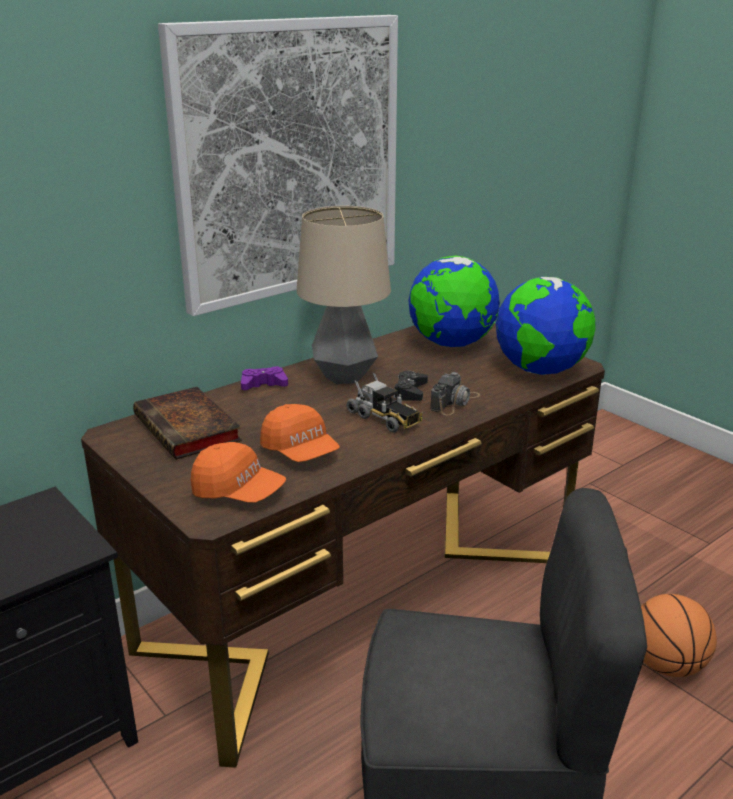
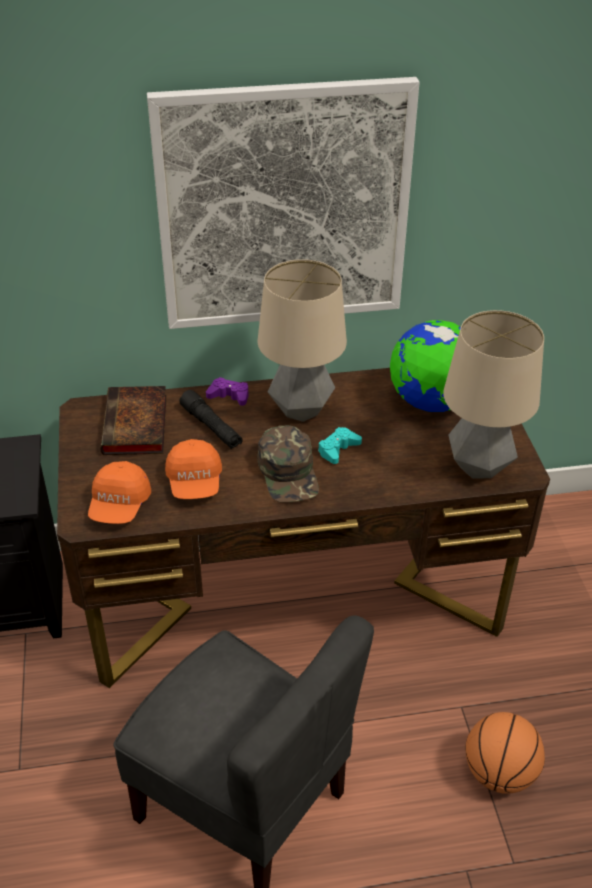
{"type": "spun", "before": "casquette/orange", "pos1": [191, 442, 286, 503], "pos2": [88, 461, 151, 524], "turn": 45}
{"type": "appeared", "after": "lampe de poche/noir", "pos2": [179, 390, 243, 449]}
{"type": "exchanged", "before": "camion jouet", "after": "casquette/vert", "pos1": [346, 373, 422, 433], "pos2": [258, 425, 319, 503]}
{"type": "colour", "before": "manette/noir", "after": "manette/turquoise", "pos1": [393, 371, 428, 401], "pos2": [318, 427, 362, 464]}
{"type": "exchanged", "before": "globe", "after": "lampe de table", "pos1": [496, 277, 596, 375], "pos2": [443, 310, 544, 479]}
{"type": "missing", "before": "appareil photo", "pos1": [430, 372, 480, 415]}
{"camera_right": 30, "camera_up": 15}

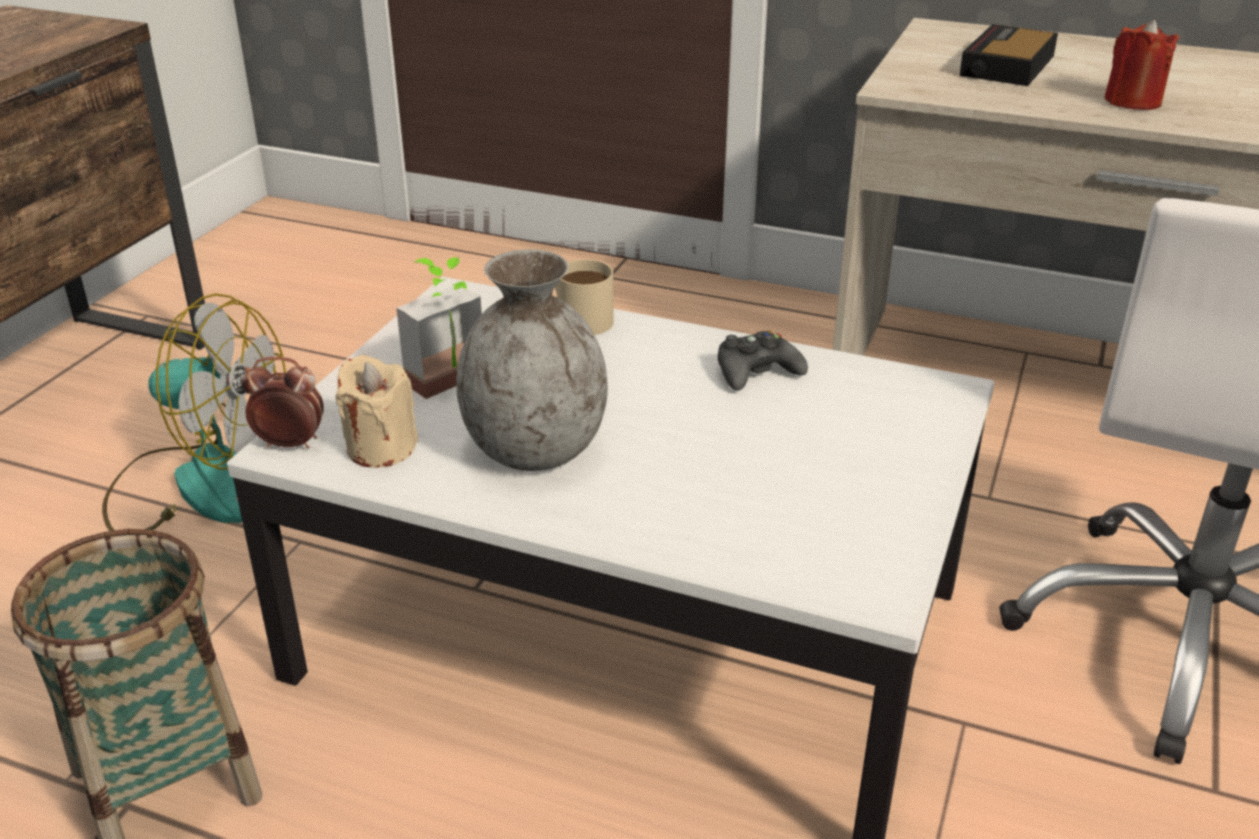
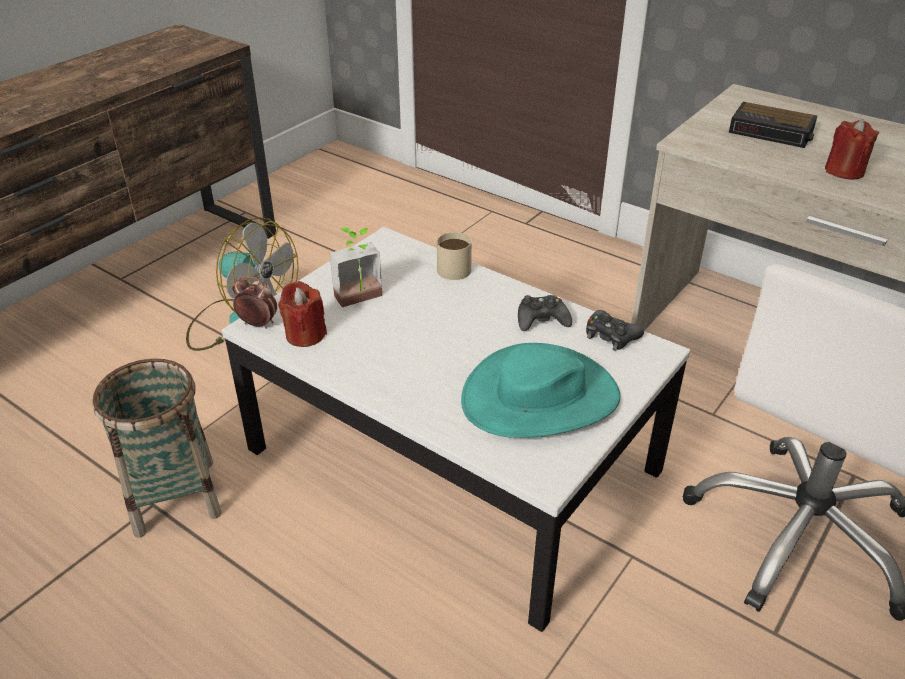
{"type": "colour", "before": "bougie/beige", "after": "bougie/rouge", "pos1": [336, 355, 418, 467], "pos2": [278, 281, 327, 347]}
{"type": "appeared", "after": "chapeau/turquoise", "pos2": [461, 343, 621, 438]}
{"type": "appeared", "after": "manette/noir", "pos2": [586, 310, 644, 350]}
{"type": "spun", "before": "réveil", "pos1": [959, 24, 1058, 86], "pos2": [729, 102, 817, 148], "turn": -105}
{"type": "missing", "before": "vase/gris", "pos1": [456, 249, 608, 471]}
{"camera_right": 15, "camera_up": 5}

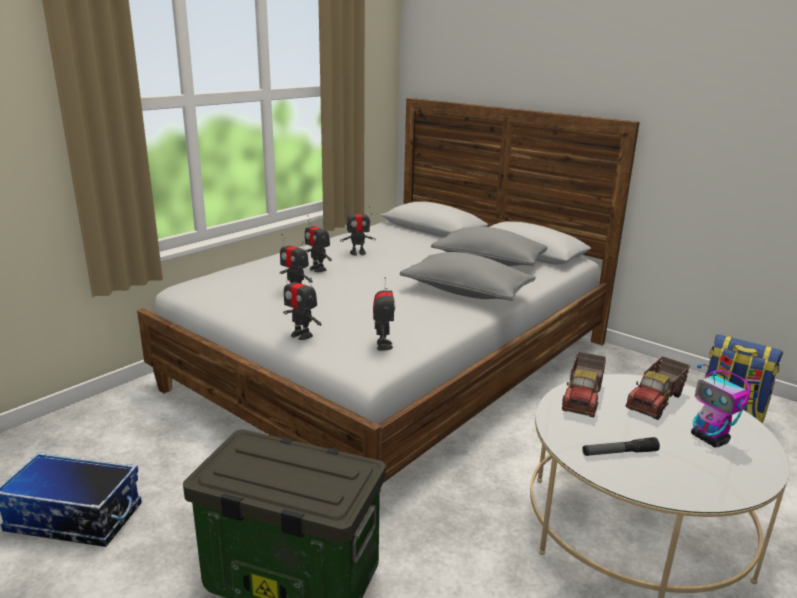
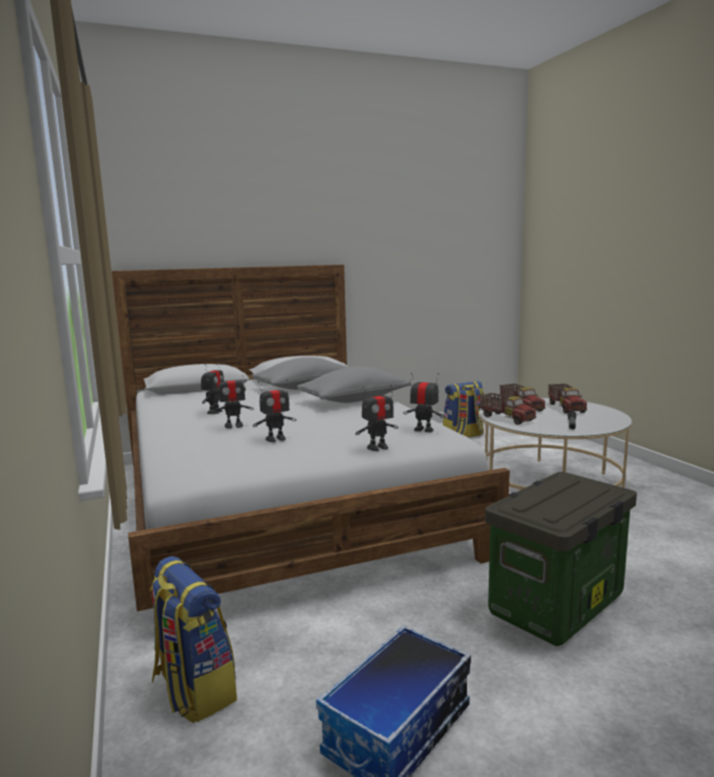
{"type": "appeared", "after": "sac à dos", "pos2": [150, 556, 237, 723]}
{"type": "exchanged", "before": "robot jouet", "after": "camion jouet", "pos1": [691, 364, 751, 448], "pos2": [548, 384, 587, 414]}
{"camera_right": -60, "camera_up": -10}

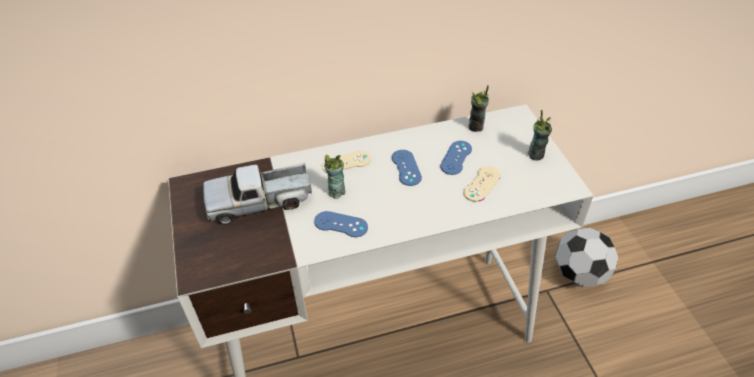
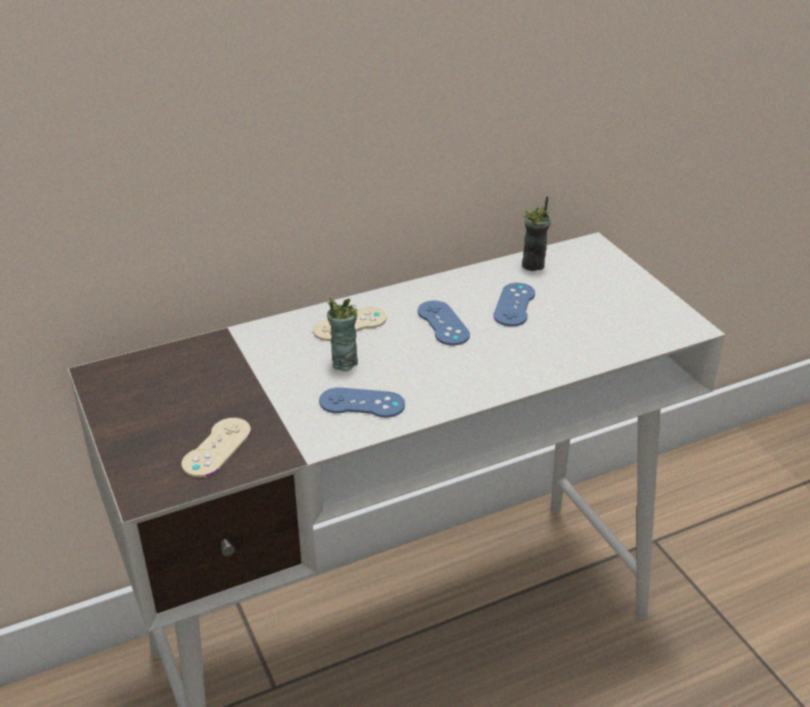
{"type": "relocated", "before": "manette/beige", "pos1": [463, 166, 501, 202], "pos2": [181, 418, 251, 477]}
{"type": "missing", "before": "camion jouet", "pos1": [203, 163, 312, 225]}
{"type": "missing", "before": "tasse", "pos1": [528, 110, 552, 161]}
{"type": "missing", "before": "ballon de foot", "pos1": [555, 227, 618, 287]}
{"camera_right": -10, "camera_up": -10}

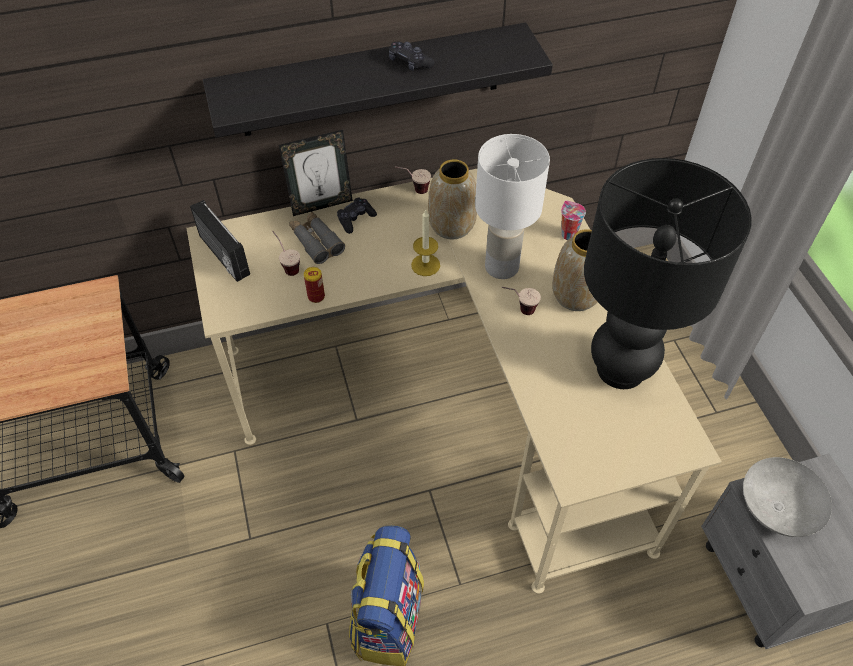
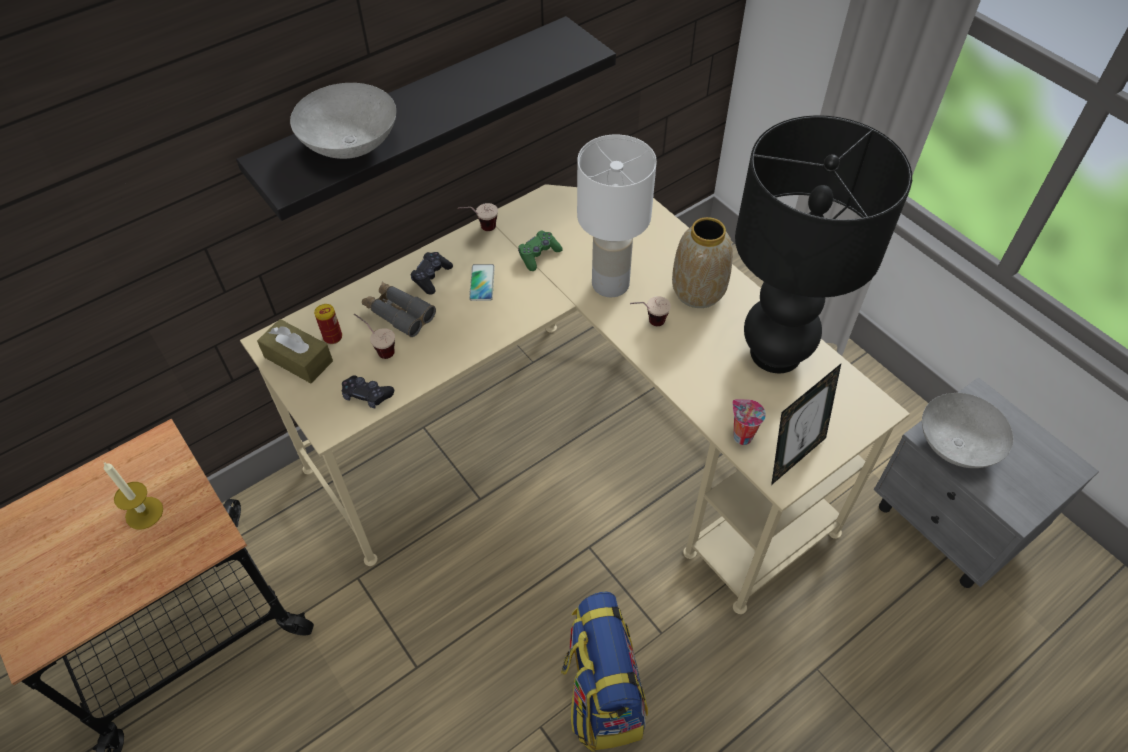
{"type": "relocated", "before": "bougie", "pos1": [411, 210, 440, 276], "pos2": [104, 462, 163, 530]}
{"type": "exchanged", "before": "radio", "after": "boîte à mouchoirs/marron", "pos1": [190, 200, 250, 282], "pos2": [257, 319, 333, 383]}
{"type": "appeared", "after": "bol/gris", "pos2": [290, 83, 396, 159]}
{"type": "relocated", "before": "boîte métallique", "pos1": [304, 267, 325, 303], "pos2": [314, 304, 342, 344]}
{"type": "relocated", "before": "manette/noir", "pos1": [389, 42, 434, 71], "pos2": [342, 375, 394, 408]}
{"type": "appeared", "after": "téléphone", "pos2": [469, 264, 495, 301]}
{"type": "exchanged", "before": "vase", "after": "manette/vert", "pos1": [428, 159, 477, 239], "pos2": [518, 231, 563, 271]}
{"type": "relocated", "before": "tasse", "pos1": [561, 201, 586, 240], "pos2": [732, 399, 766, 445]}
{"type": "relocated", "before": "cadre photo", "pos1": [279, 130, 353, 216], "pos2": [771, 364, 841, 485]}
{"camera_right": -20, "camera_up": 0}

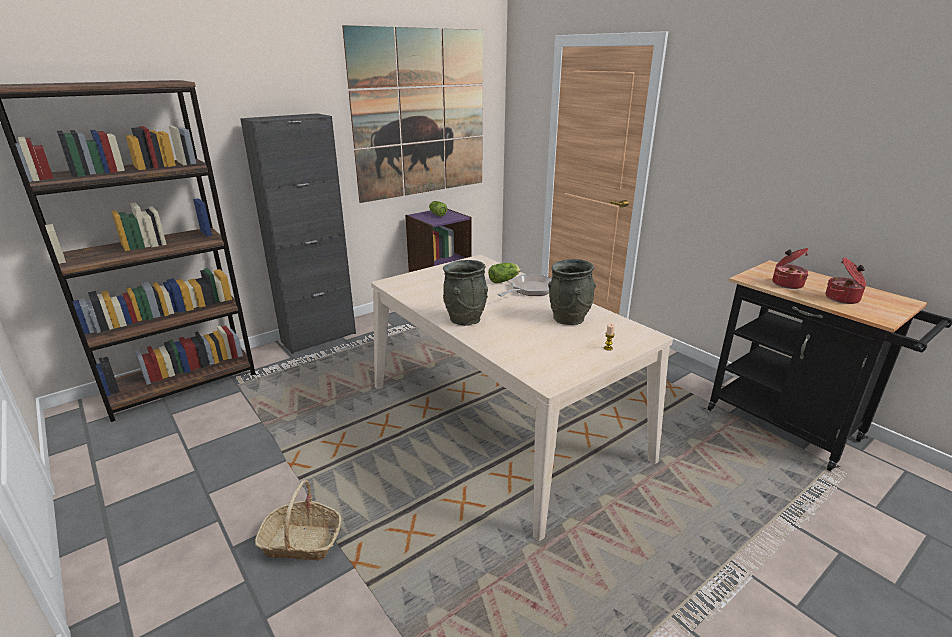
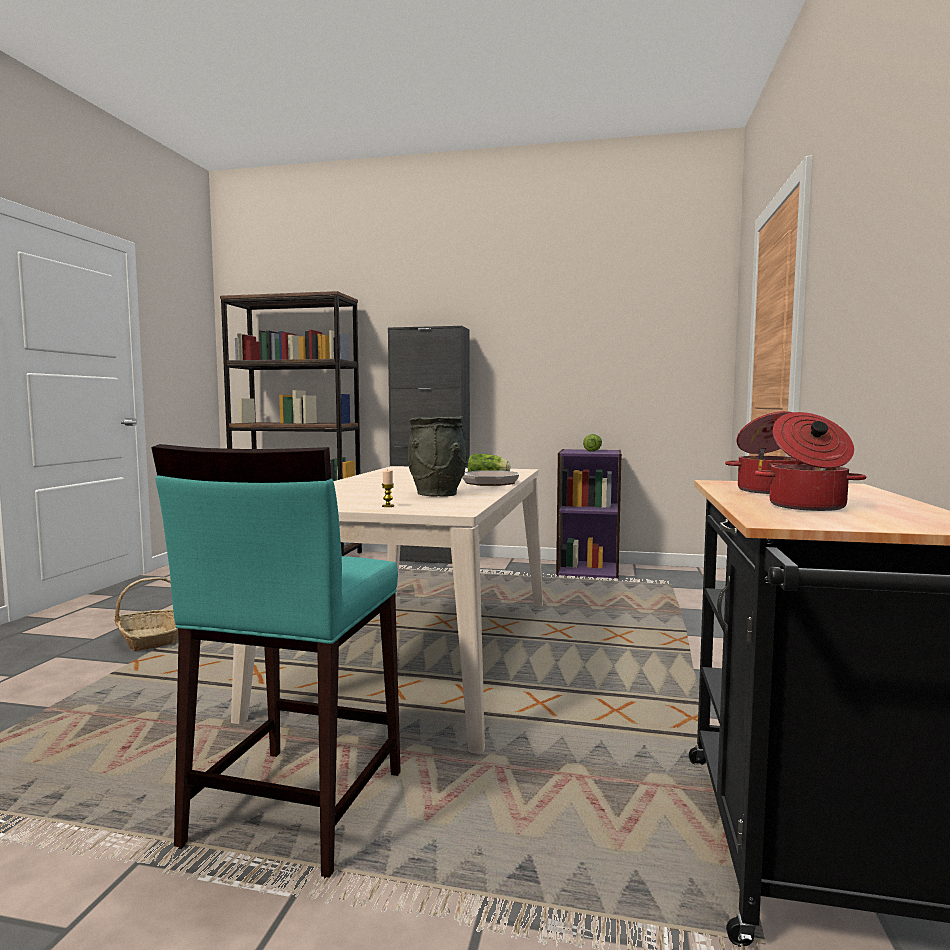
{"type": "appeared", "after": "tabouret/turquoise", "pos2": [151, 444, 401, 879]}
{"type": "missing", "before": "tableau", "pos1": [342, 25, 483, 203]}
{"type": "missing", "before": "vase/gris", "pos1": [443, 260, 488, 326]}
{"camera_right": 50, "camera_up": -20}

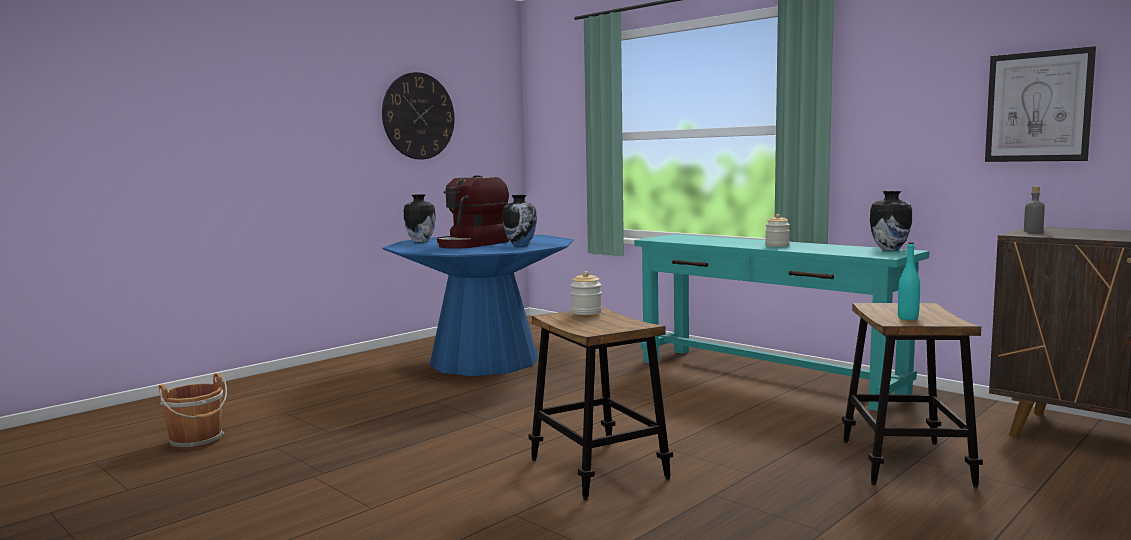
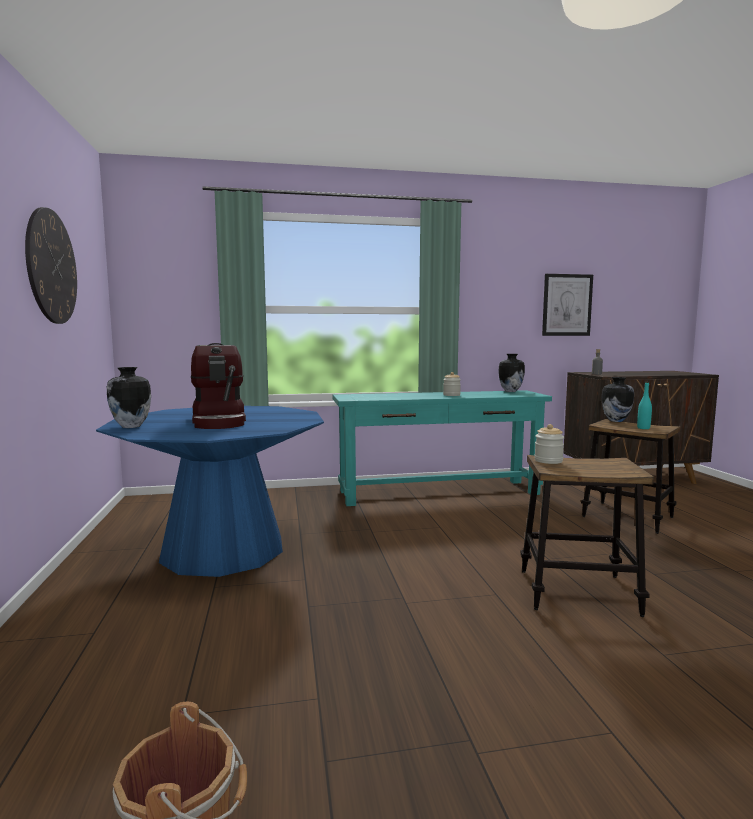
{"type": "relocated", "before": "vase", "pos1": [503, 195, 537, 246], "pos2": [601, 377, 634, 422]}
{"camera_right": -55, "camera_up": 0}

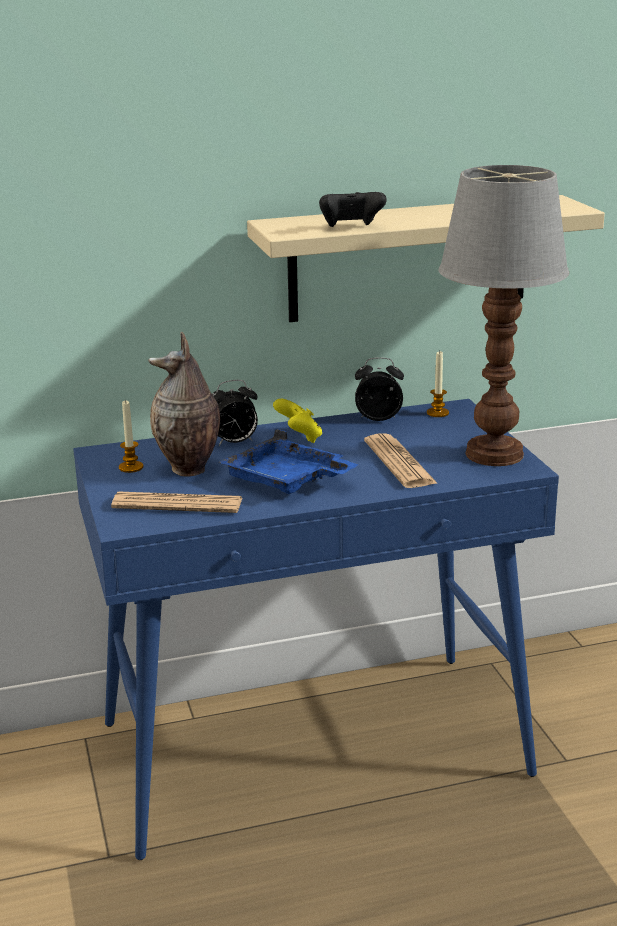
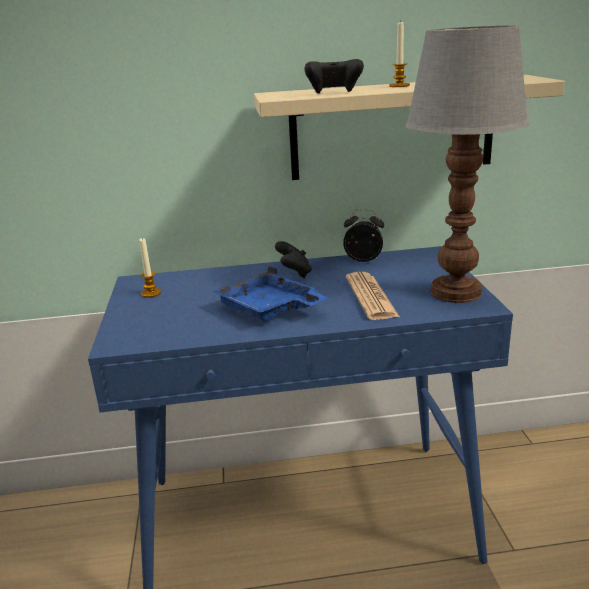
{"type": "colour", "before": "manette/jaune", "after": "manette/noir", "pos1": [273, 399, 322, 443], "pos2": [275, 241, 312, 278]}
{"type": "relocated", "before": "bougie", "pos1": [427, 350, 449, 417], "pos2": [389, 21, 410, 87]}
{"type": "missing", "before": "journal", "pos1": [111, 492, 242, 513]}
{"type": "missing", "before": "vase", "pos1": [148, 331, 220, 477]}
{"type": "missing", "before": "réveil", "pos1": [212, 380, 258, 446]}
{"camera_right": 10, "camera_up": 0}

